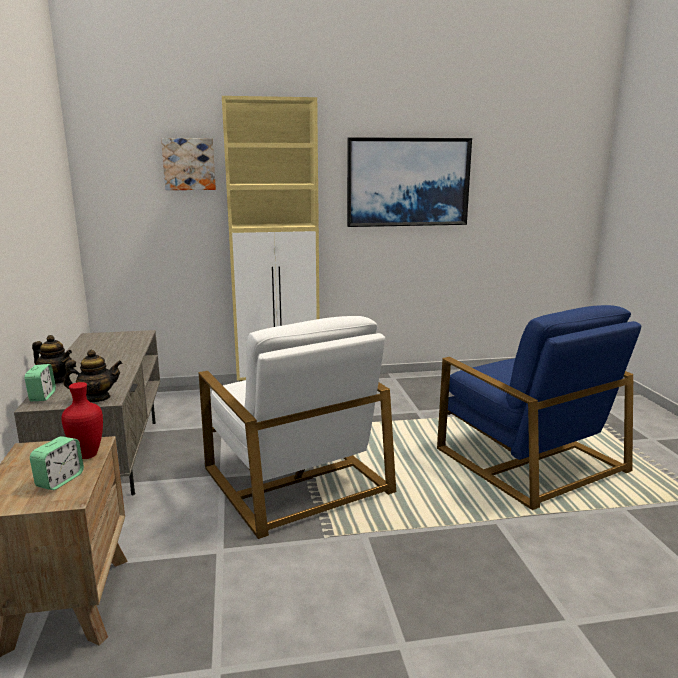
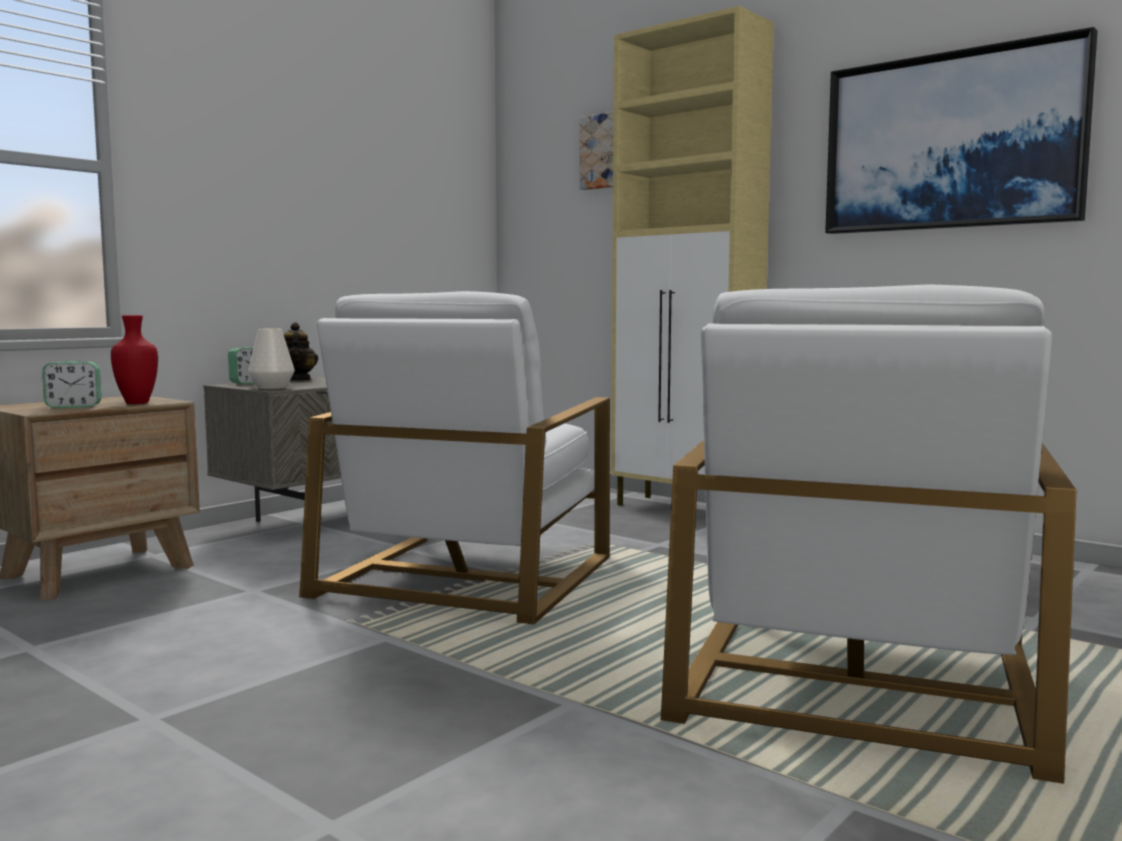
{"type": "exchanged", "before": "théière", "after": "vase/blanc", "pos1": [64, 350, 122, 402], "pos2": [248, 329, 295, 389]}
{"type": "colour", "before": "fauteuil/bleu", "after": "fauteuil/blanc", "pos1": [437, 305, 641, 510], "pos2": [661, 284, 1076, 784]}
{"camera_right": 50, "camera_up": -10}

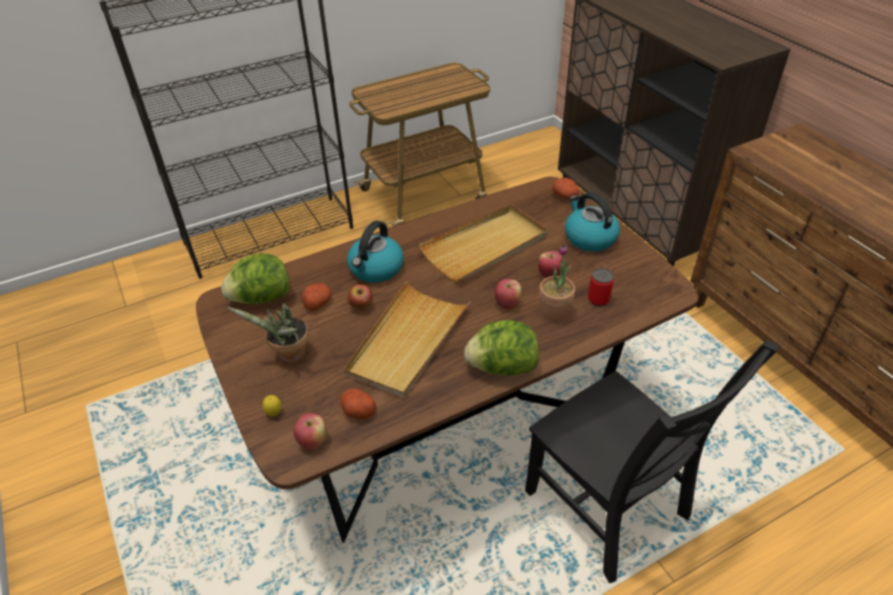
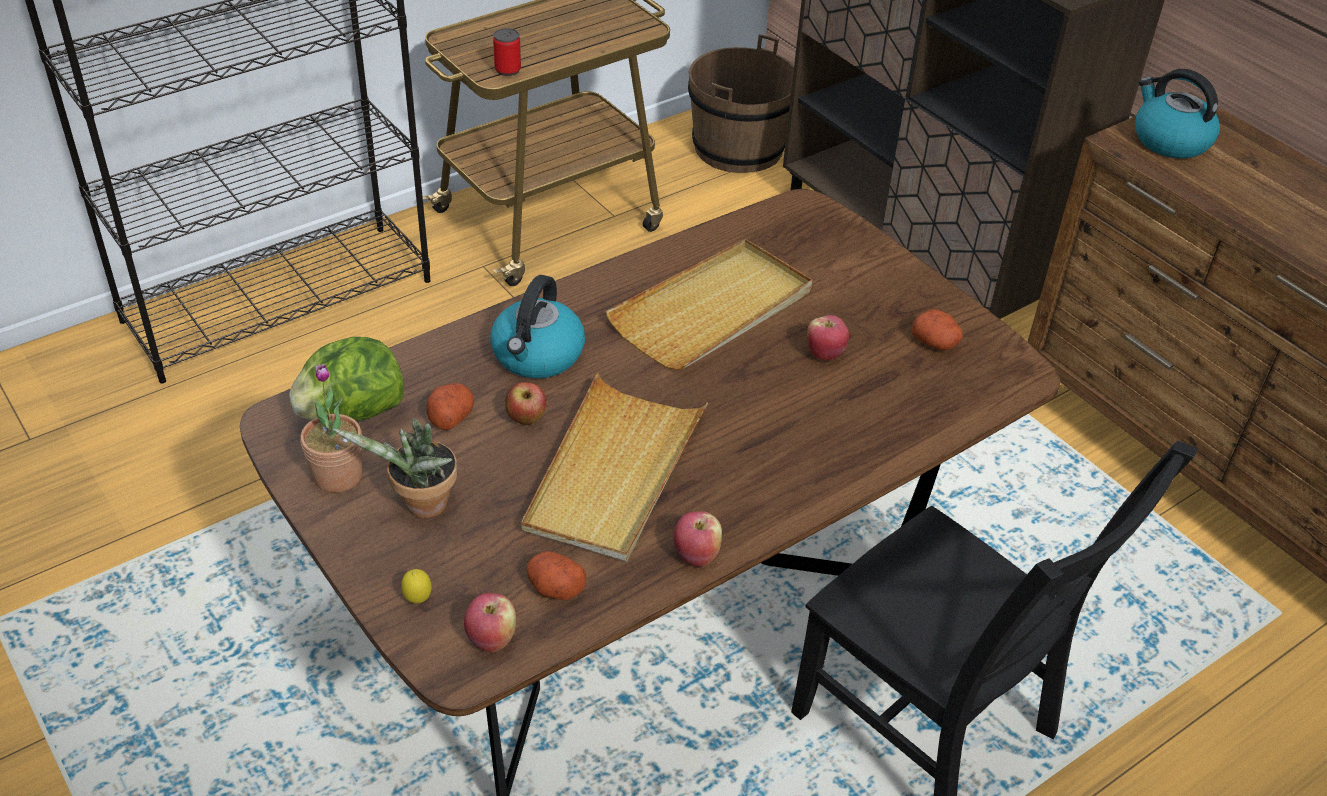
{"type": "relocated", "before": "plante en pot", "pos1": [540, 245, 575, 322], "pos2": [300, 364, 362, 493]}
{"type": "relocated", "before": "boîte métallique", "pos1": [588, 268, 614, 306], "pos2": [493, 28, 521, 76]}
{"type": "relocated", "before": "pomme", "pos1": [495, 279, 522, 310], "pos2": [673, 511, 722, 567]}
{"type": "appeared", "after": "seau/marron", "pos2": [688, 34, 794, 173]}
{"type": "relocated", "before": "pomme de terre", "pos1": [552, 178, 579, 200], "pos2": [912, 309, 963, 350]}
{"type": "relocated", "before": "bouilloire", "pos1": [565, 192, 620, 251], "pos2": [1135, 69, 1220, 158]}
{"type": "missing", "before": "laitue", "pos1": [464, 320, 539, 376]}
{"camera_right": -10, "camera_up": 0}

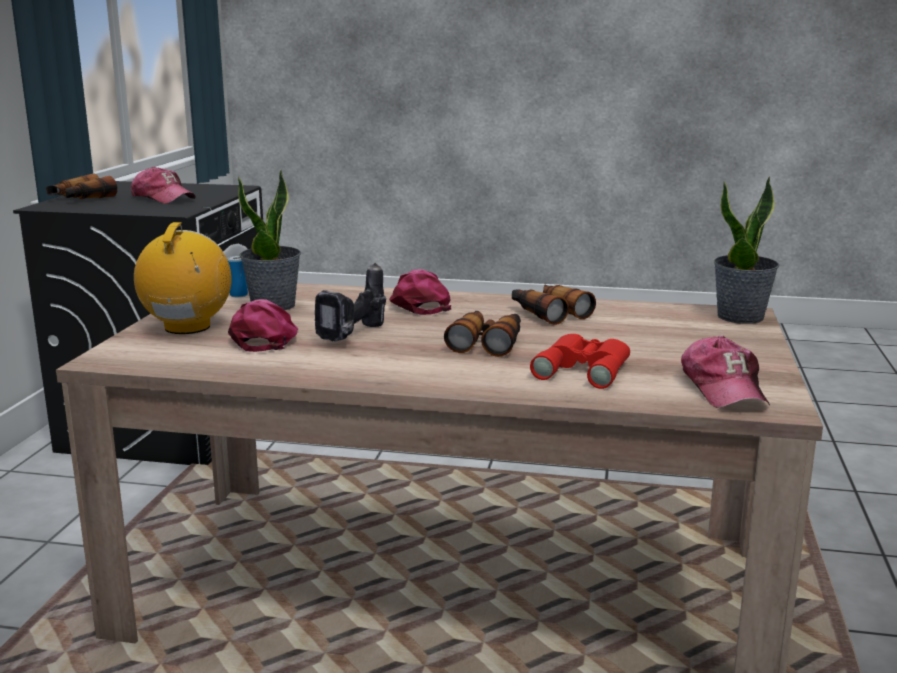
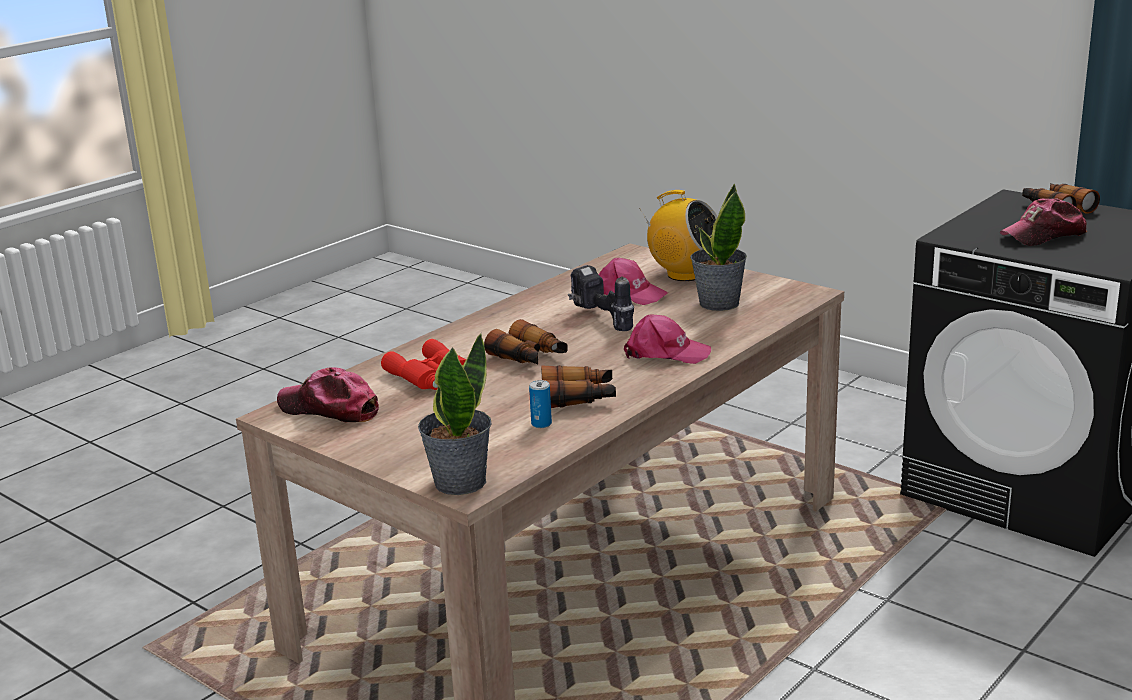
{"type": "relocated", "before": "boîte métallique", "pos1": [227, 256, 248, 297], "pos2": [529, 380, 552, 428]}
{"camera_right": 120, "camera_up": 5}

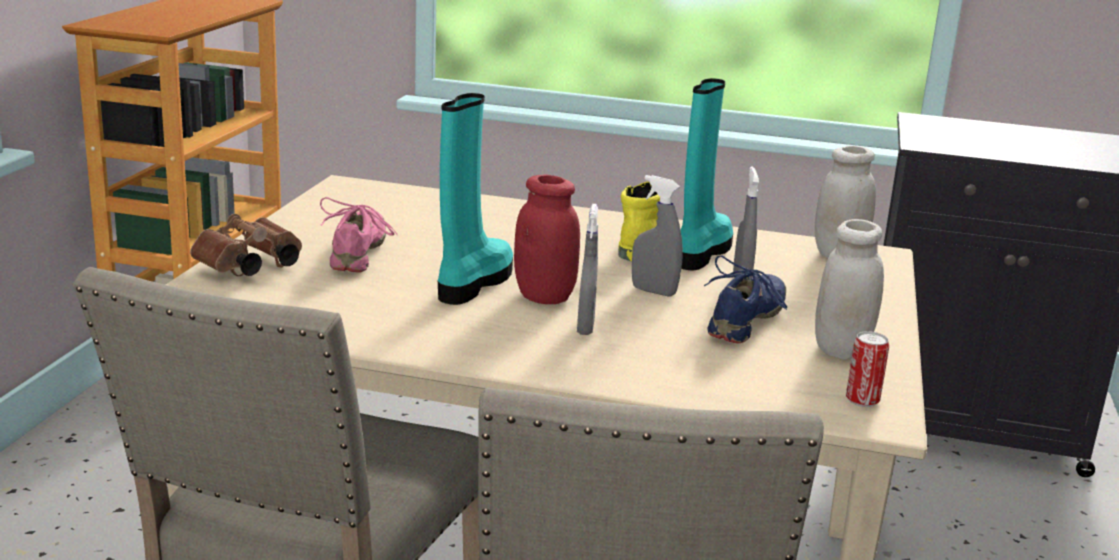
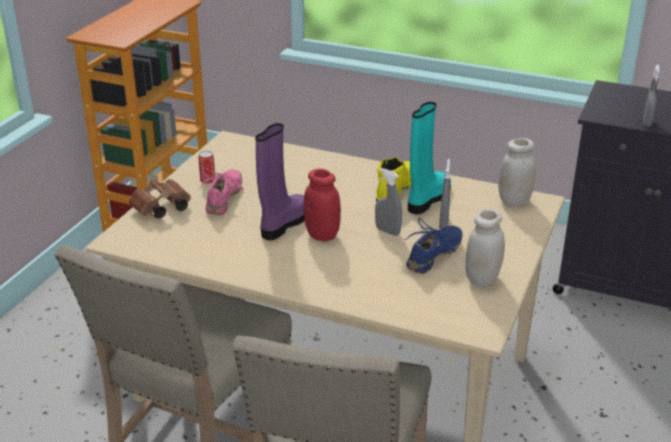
{"type": "relocated", "before": "boîte métallique", "pos1": [846, 331, 889, 407], "pos2": [198, 151, 215, 184]}
{"type": "colour", "before": "botte/turquoise", "after": "botte/violet", "pos1": [438, 93, 513, 305], "pos2": [255, 123, 305, 240]}
{"type": "relocated", "before": "vaporisateur/gris", "pos1": [577, 204, 598, 335], "pos2": [643, 65, 660, 127]}
{"camera_right": 10, "camera_up": 10}

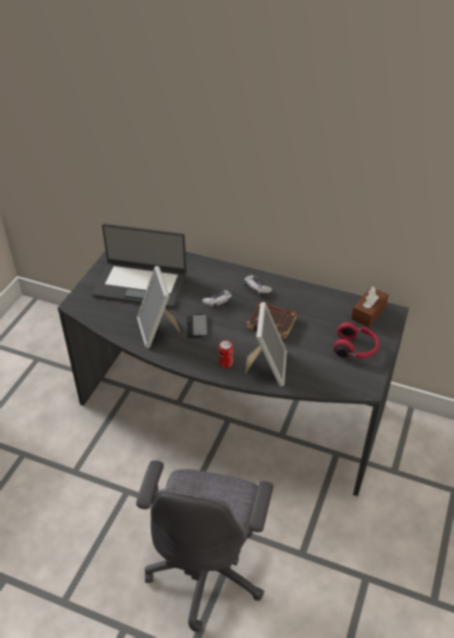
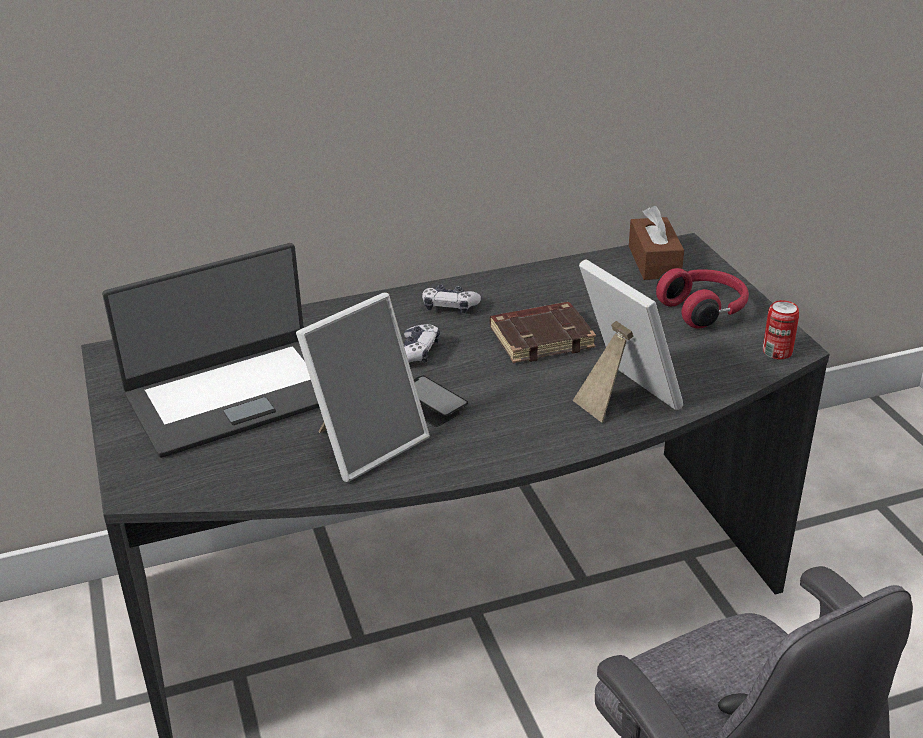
{"type": "spun", "before": "cadre photo", "pos1": [137, 266, 180, 348], "pos2": [296, 293, 430, 482], "turn": -75}
{"type": "relocated", "before": "boîte métallique", "pos1": [218, 340, 234, 368], "pos2": [763, 300, 799, 359]}
{"camera_right": -40, "camera_up": -10}

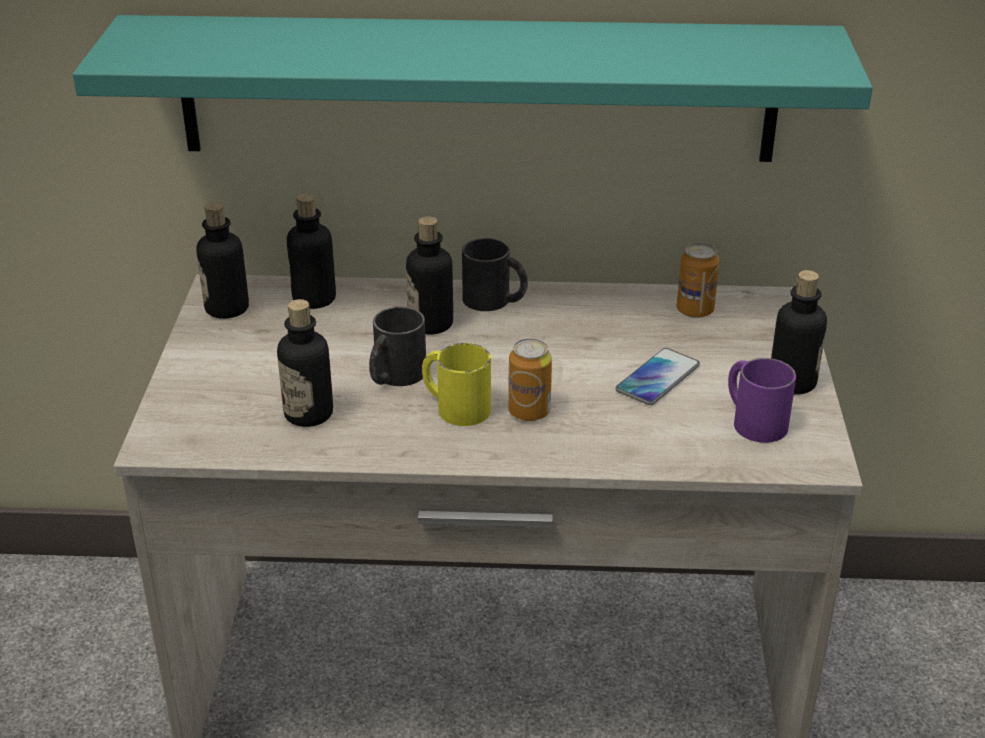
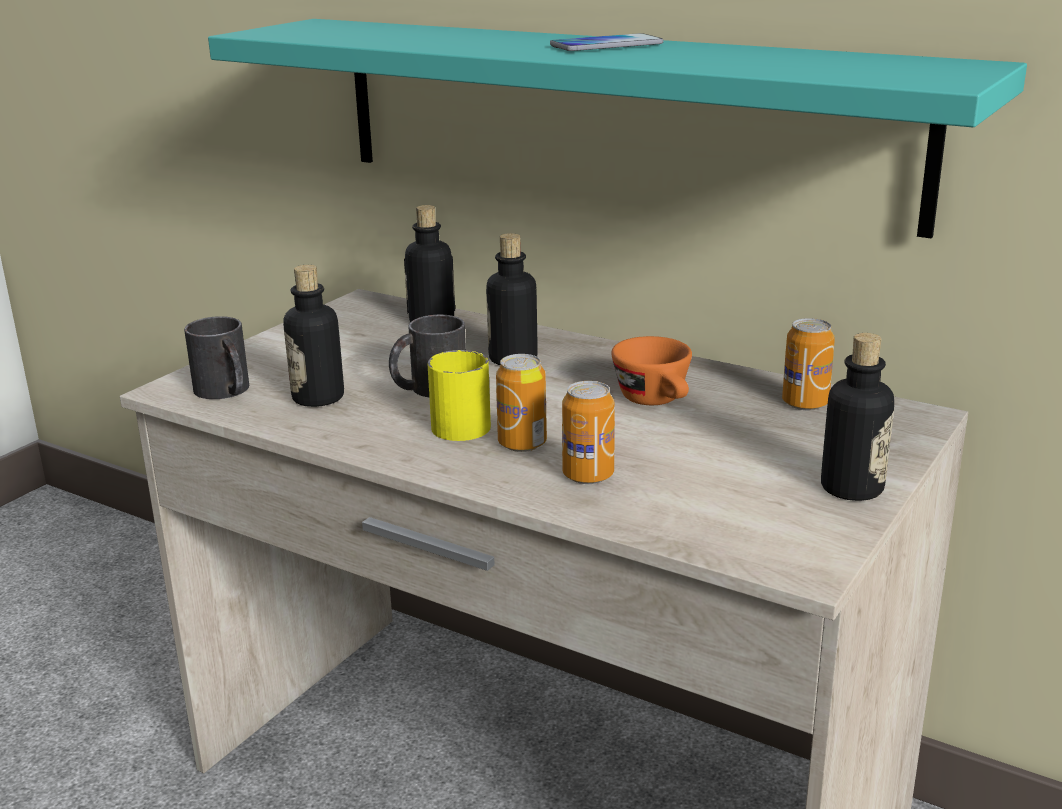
{"type": "relocated", "before": "mug/noir", "pos1": [462, 238, 528, 311], "pos2": [184, 316, 249, 399]}
{"type": "relocated", "before": "téléphone", "pos1": [615, 348, 700, 405], "pos2": [550, 33, 663, 51]}
{"type": "appeared", "after": "boîte métallique", "pos2": [562, 381, 615, 484]}
{"type": "appeared", "after": "tasse/orange", "pos2": [611, 336, 692, 405]}
{"type": "missing", "before": "bouteille", "pos1": [196, 202, 249, 319]}
{"type": "missing", "before": "mug/violet", "pos1": [728, 358, 796, 443]}
{"camera_right": 30, "camera_up": -10}

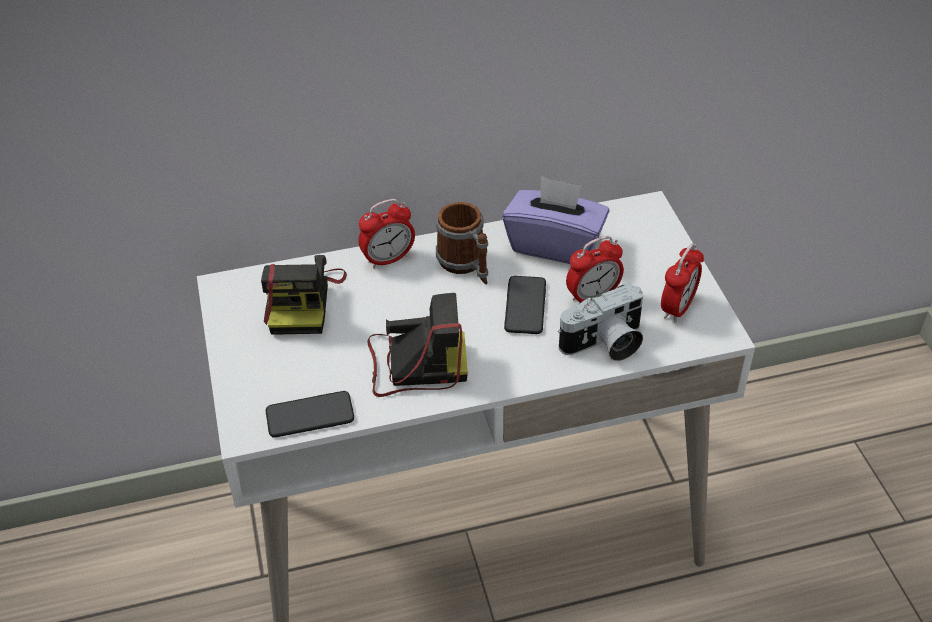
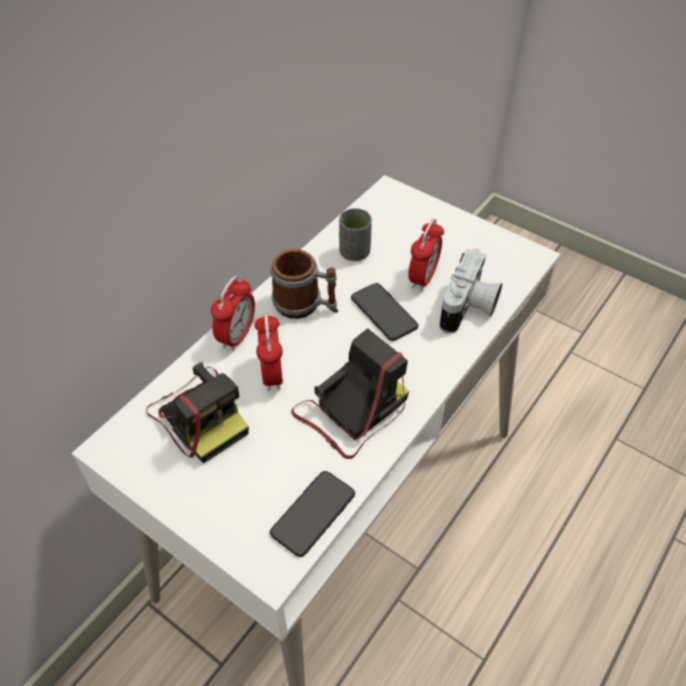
{"type": "relocated", "before": "réveil", "pos1": [661, 244, 704, 323], "pos2": [254, 312, 283, 391]}
{"type": "exchanged", "before": "boîte à mouchoirs/violet", "after": "tasse/gris", "pos1": [502, 176, 609, 264], "pos2": [339, 208, 372, 261]}
{"camera_right": -40, "camera_up": 5}

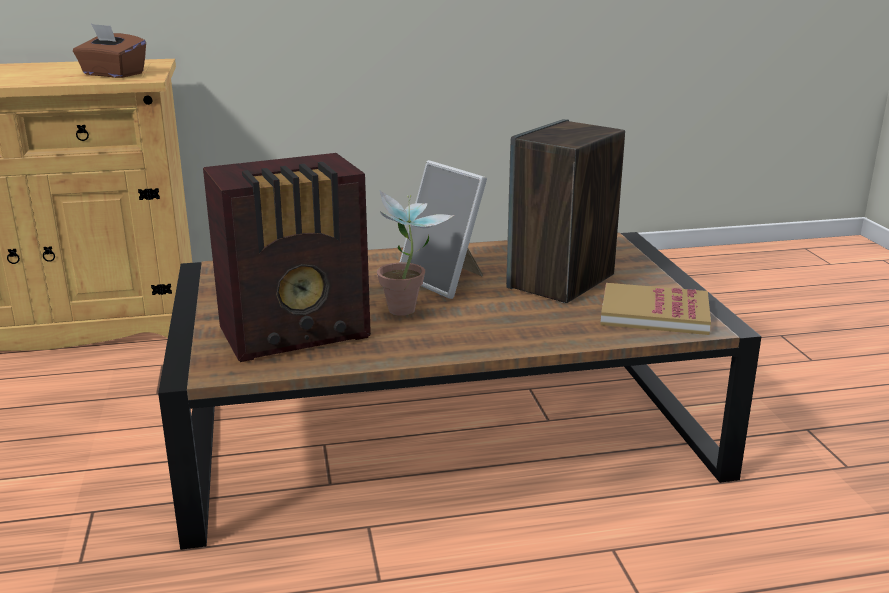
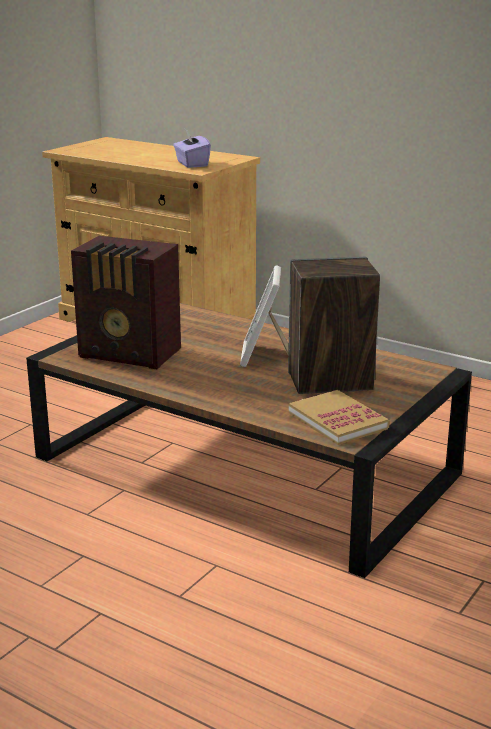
{"type": "colour", "before": "boîte à mouchoirs/marron", "after": "boîte à mouchoirs/violet", "pos1": [73, 24, 146, 78], "pos2": [173, 129, 211, 168]}
{"type": "missing", "before": "plante en pot", "pos1": [377, 191, 454, 316]}
{"camera_right": 45, "camera_up": 0}

